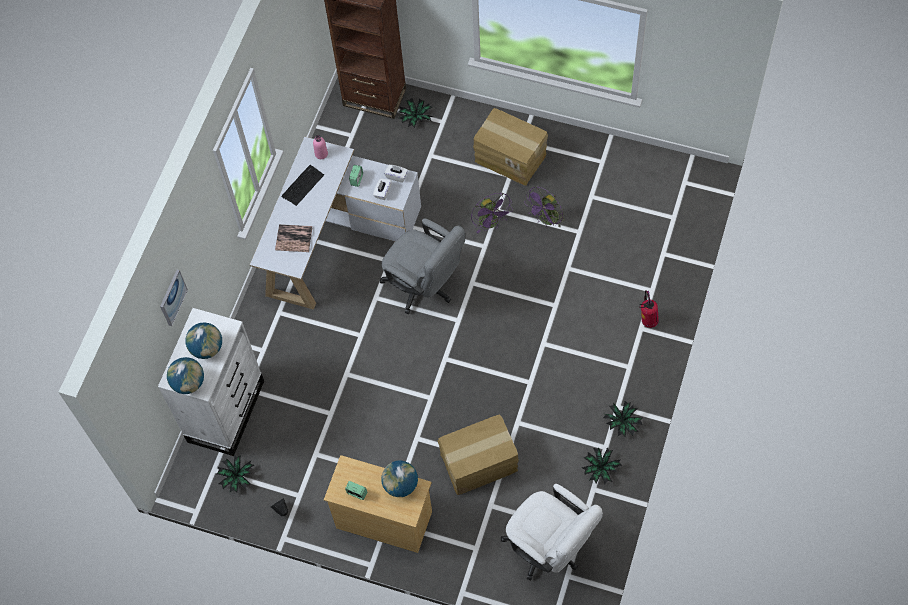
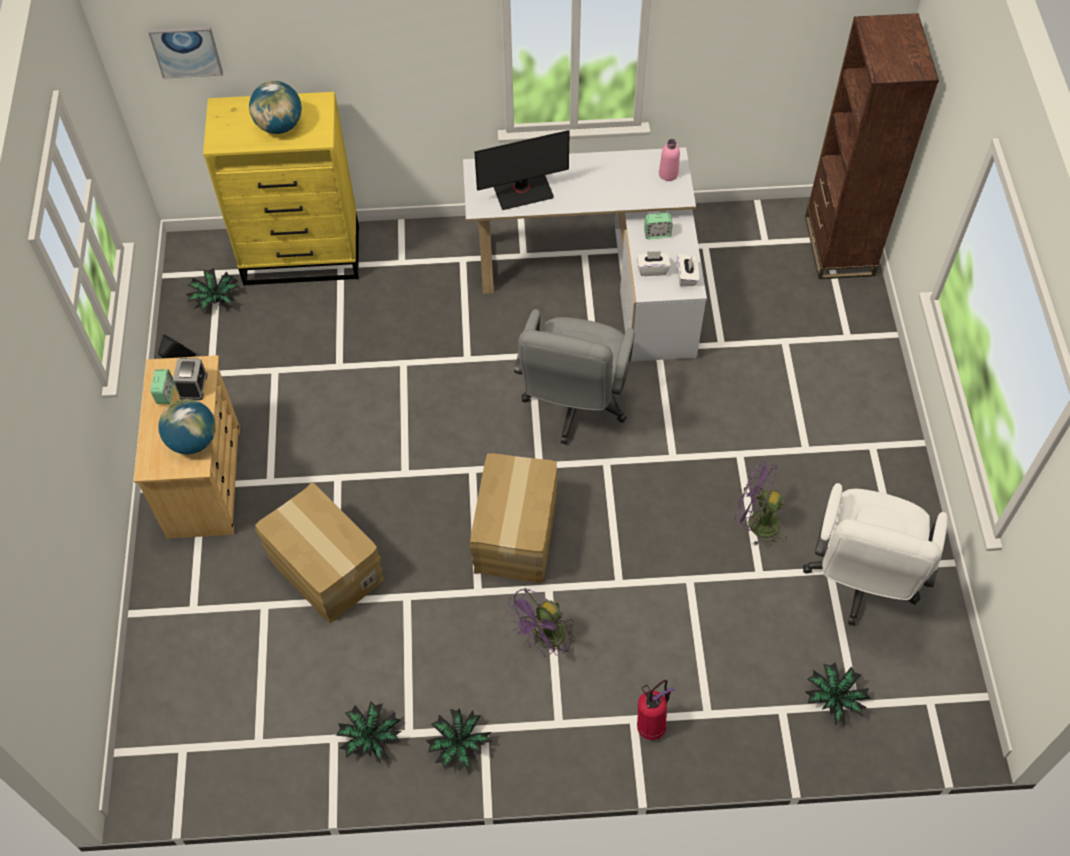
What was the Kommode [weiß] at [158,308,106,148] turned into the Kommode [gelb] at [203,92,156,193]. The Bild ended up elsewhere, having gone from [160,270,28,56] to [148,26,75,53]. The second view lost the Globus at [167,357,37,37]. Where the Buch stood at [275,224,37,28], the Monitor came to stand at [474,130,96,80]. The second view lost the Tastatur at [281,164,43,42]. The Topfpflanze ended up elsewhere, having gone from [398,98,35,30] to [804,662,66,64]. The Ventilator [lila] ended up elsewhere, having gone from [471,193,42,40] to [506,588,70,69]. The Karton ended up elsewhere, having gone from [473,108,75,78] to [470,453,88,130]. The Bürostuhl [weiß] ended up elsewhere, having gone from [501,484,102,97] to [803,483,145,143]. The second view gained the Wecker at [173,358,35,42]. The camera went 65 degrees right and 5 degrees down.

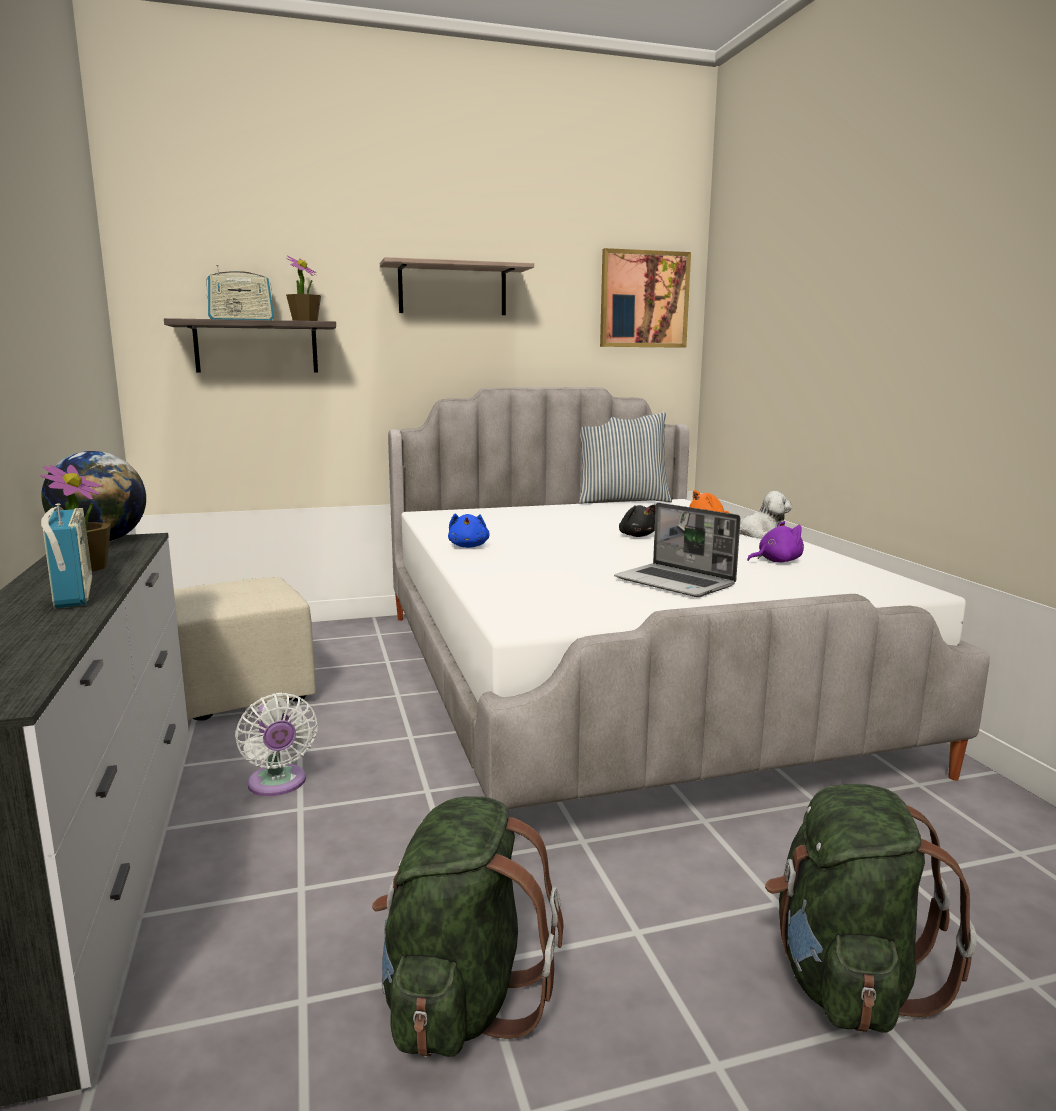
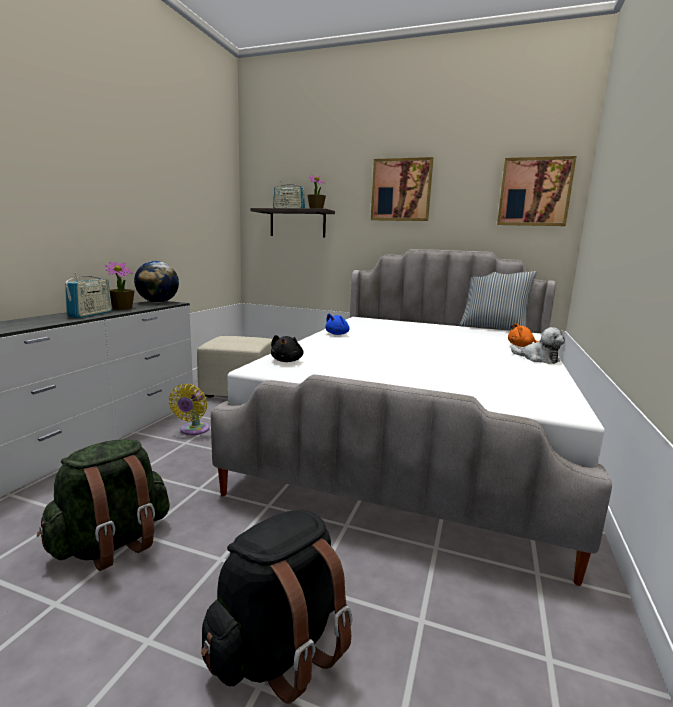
What was the Ventilator [weiß] at [235,693,83,103] turned into the Ventilator [gelb] at [169,384,41,51]. Where the Wandregal hung at [380,257,154,58], the Bild came to hang at [371,157,62,64]. The second view lost the Laptop at [614,503,127,94]. The Plüschtier [schwarz] ended up elsewhere, having gone from [619,504,37,33] to [271,335,33,27]. The second view lost the Plüschtier [lila] at [747,521,57,41]. What was the Rucksack [grün] at [765,784,212,248] turned into the Rucksack [schwarz] at [201,510,151,194]. The camera went 35 degrees right and 0 degrees up.

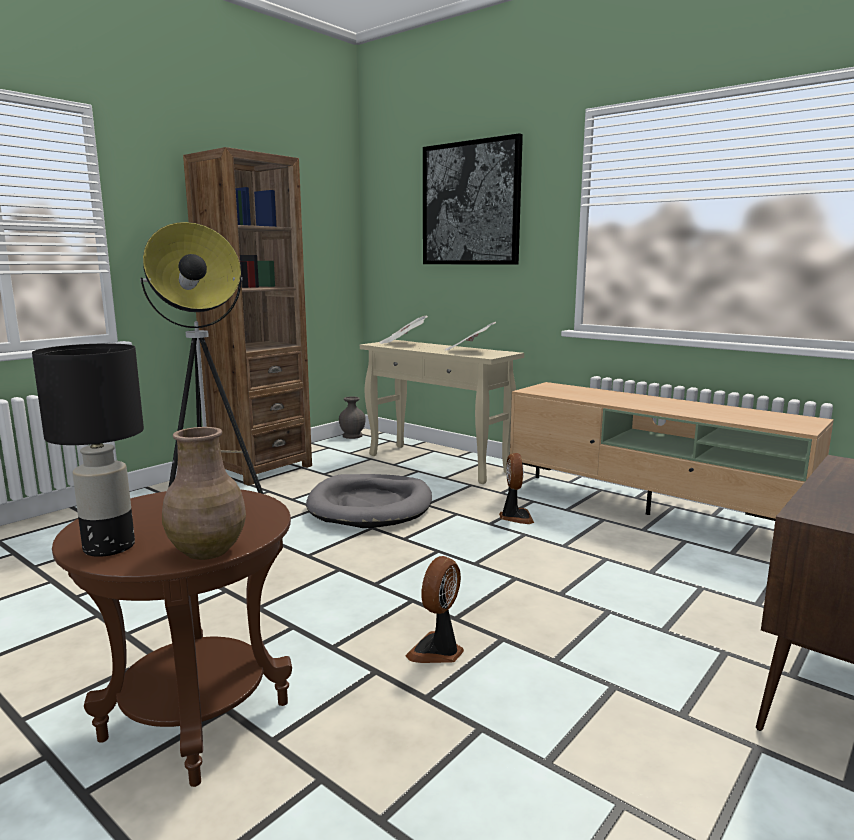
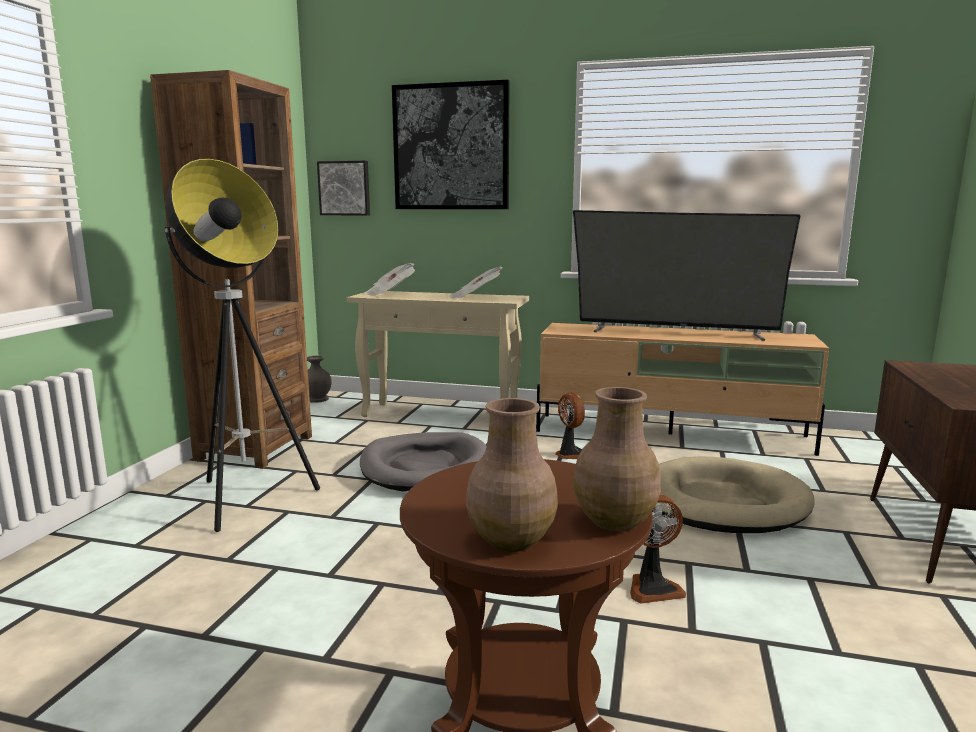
Where the Tischlampe [schwarz] stood at [32,344,112,213], the Vase [braun] came to stand at [466,398,92,154]. The Ventilator at [405,556,59,107] ended up facing another way, 105 degrees counterclockwise from before. The second view gained the Bild at [317,161,53,54]. The second view gained the Fernseher at [573,210,227,131]. The second view gained the Hundebett [beige] at [653,456,162,77]. The camera went 25 degrees left and 0 degrees up.

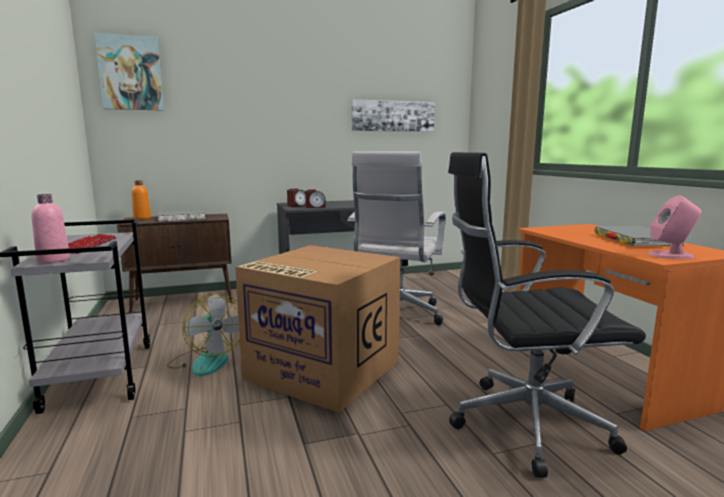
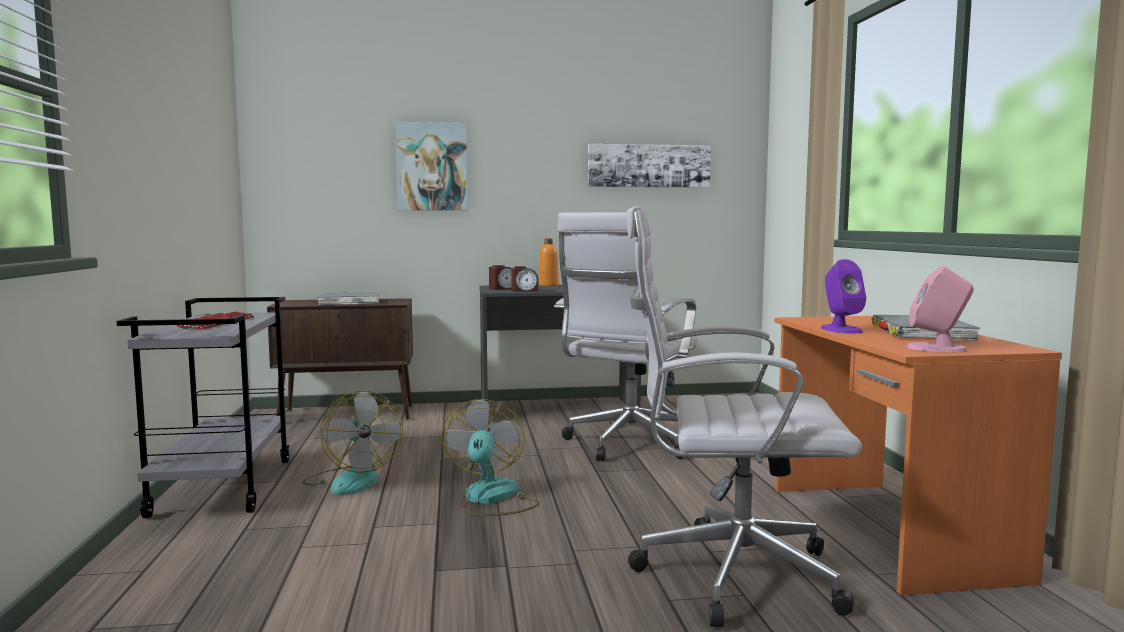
The second view lost the Flasche [rosa] at [32,194,38,69]. The Bild ended up elsewhere, having gone from [94,33,70,78] to [395,122,73,89]. The Flasche [orange] ended up elsewhere, having gone from [132,180,19,39] to [539,238,20,48]. Where the Karton stood at [235,245,165,168], the Ventilator came to stand at [442,399,98,117]. What was the Bürostuhl [schwarz] at [448,152,198,326] turned into the Bürostuhl [weiß] at [626,206,236,422]. The second view gained the Lautsprecher [lila] at [821,259,45,74]. The camera went 10 degrees right and 5 degrees down.

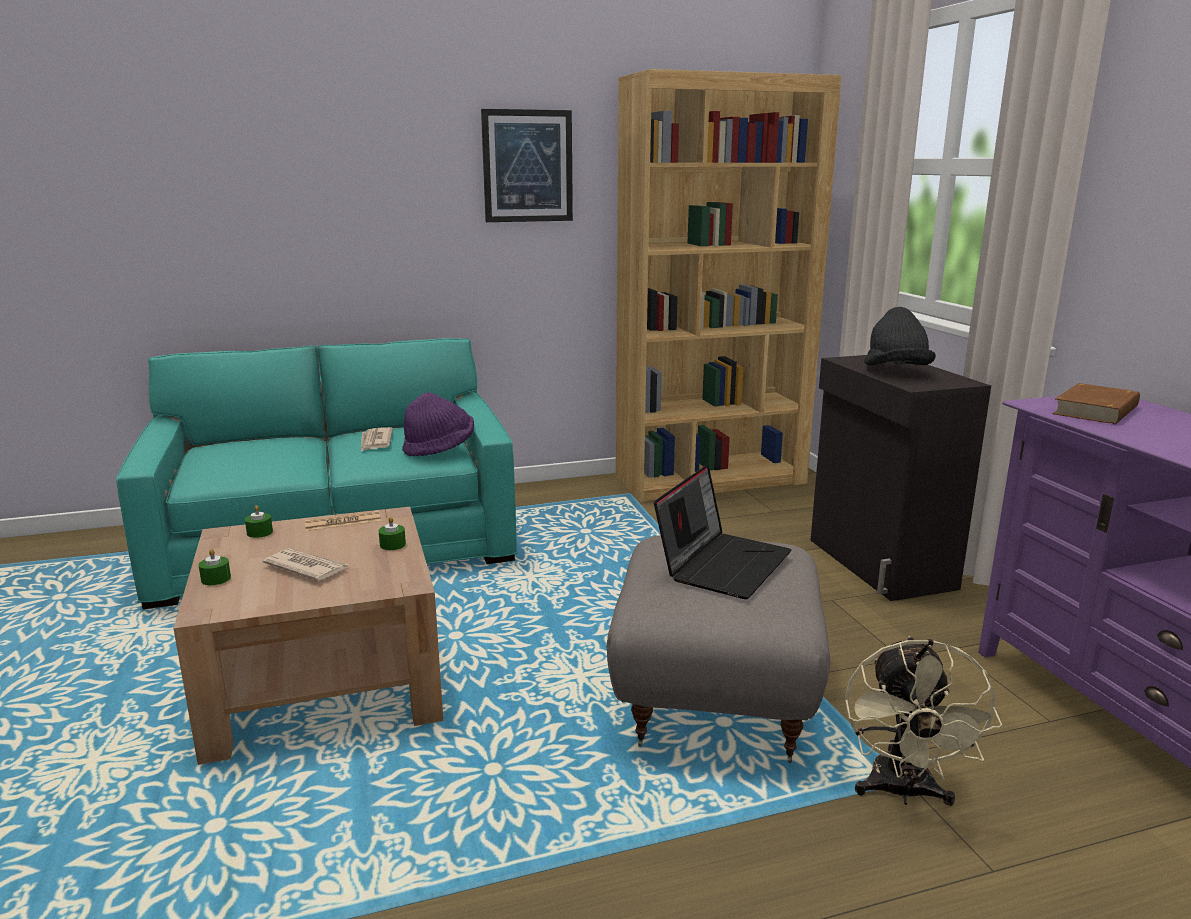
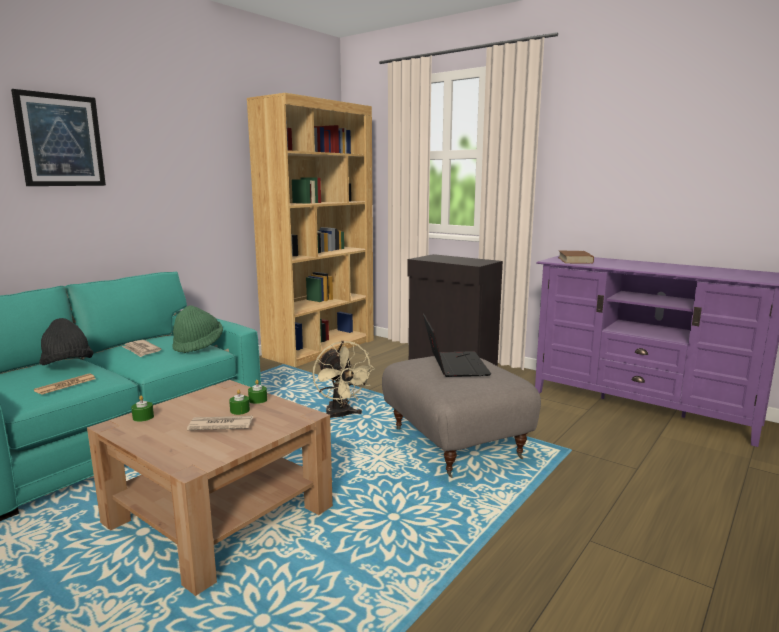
The Kerze [grün] ended up elsewhere, having gone from [199,549,32,36] to [229,389,21,26]. The Zeitung ended up elsewhere, having gone from [305,511,76,20] to [34,373,62,22]. What was the Hut [lila] at [402,392,72,64] turned into the Hut [grün] at [172,305,51,48]. The Bild ended up elsewhere, having gone from [481,109,92,113] to [11,89,95,97]. The Ventilator [beige] ended up elsewhere, having gone from [845,636,157,170] to [313,341,62,77]. The Hut [schwarz] ended up elsewhere, having gone from [864,307,72,58] to [39,318,55,47]. The camera went 35 degrees left and 5 degrees down.

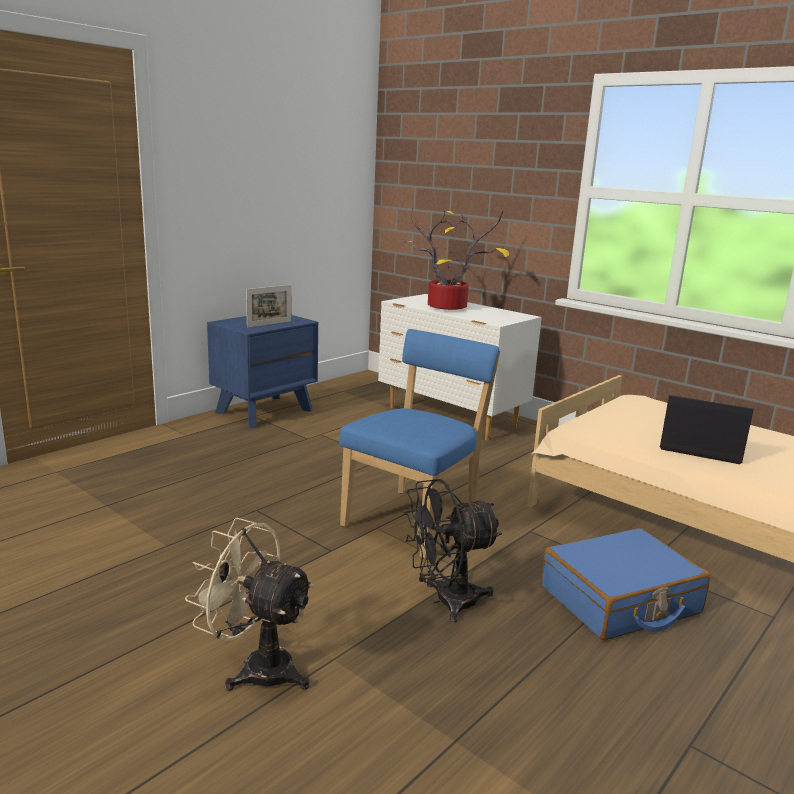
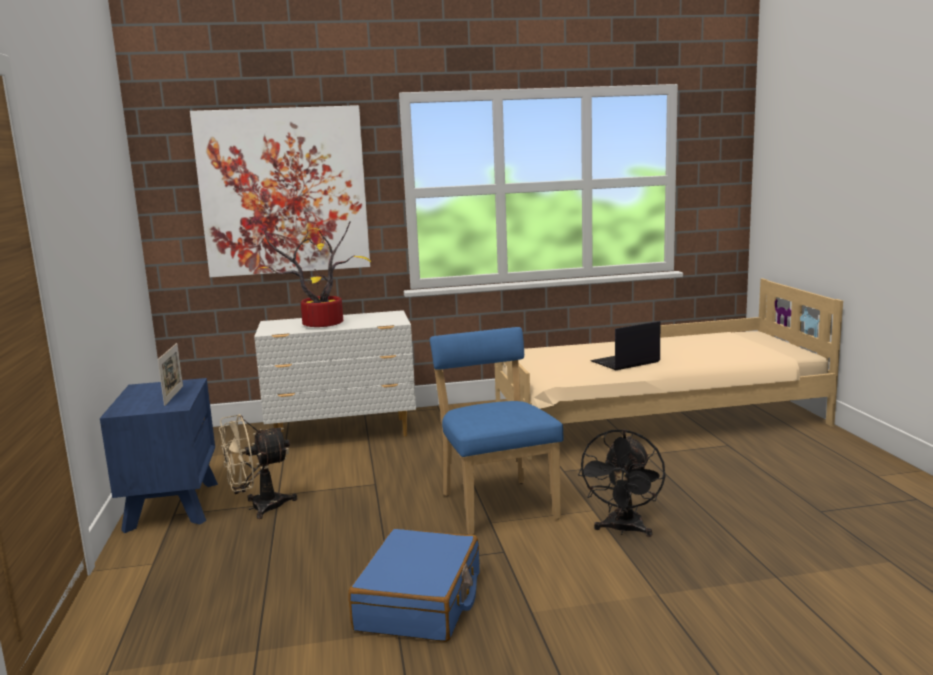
The Ventilator [beige] ended up elsewhere, having gone from [185,518,129,173] to [219,414,78,105]. The Koffer [blau] ended up elsewhere, having gone from [542,528,168,112] to [348,529,132,113]. The second view gained the Bild at [190,105,180,172]. The camera went 50 degrees left and 5 degrees down.

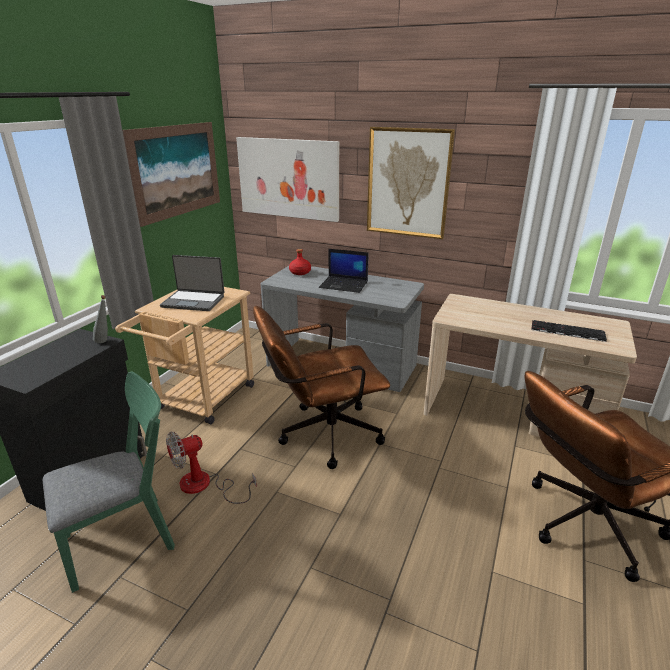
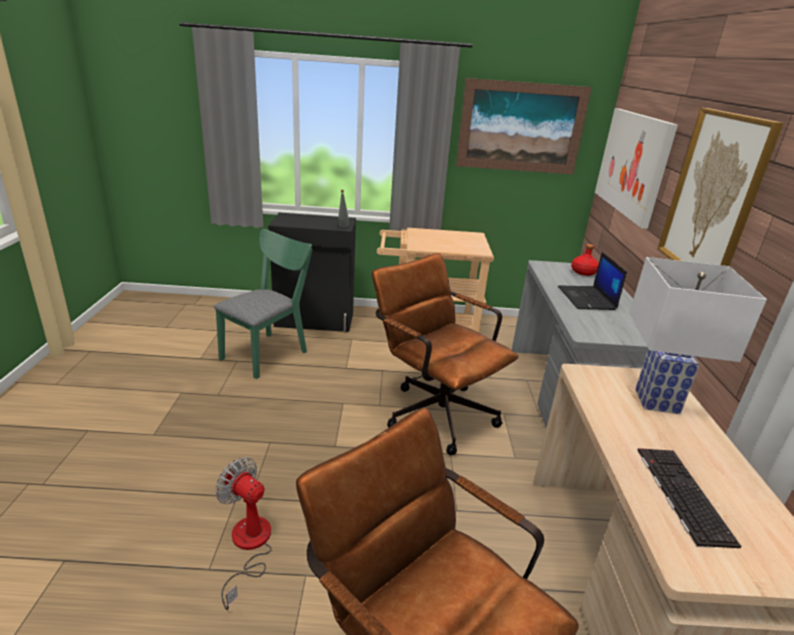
The Stuhl [grün] at [43,372,132,221] ended up facing another way, 90 degrees counterclockwise from before. The second view lost the Laptop at [160,255,64,56]. The Ventilator ended up elsewhere, having gone from [166,431,91,73] to [215,457,57,153]. The second view gained the Tischlampe [weiß] at [629,257,138,157]. The camera went 65 degrees right and 0 degrees up.

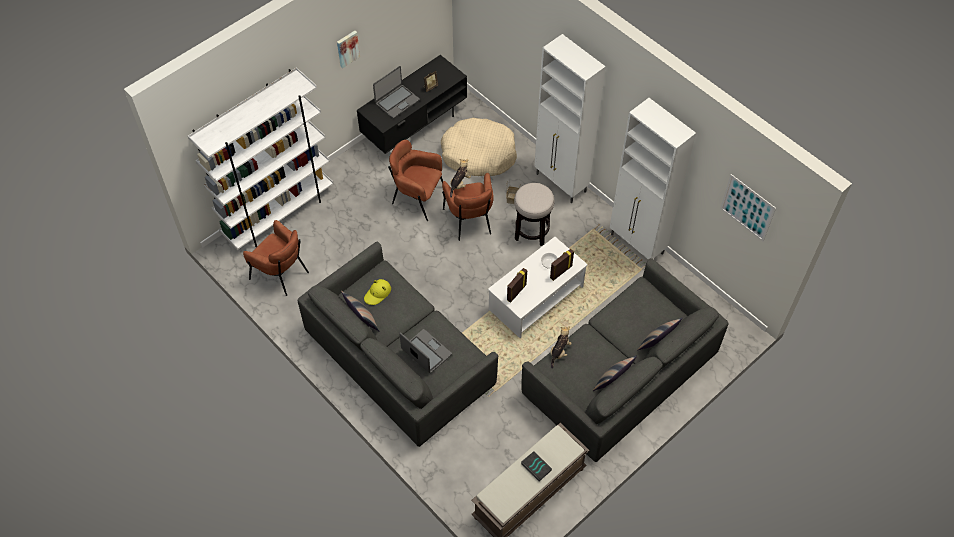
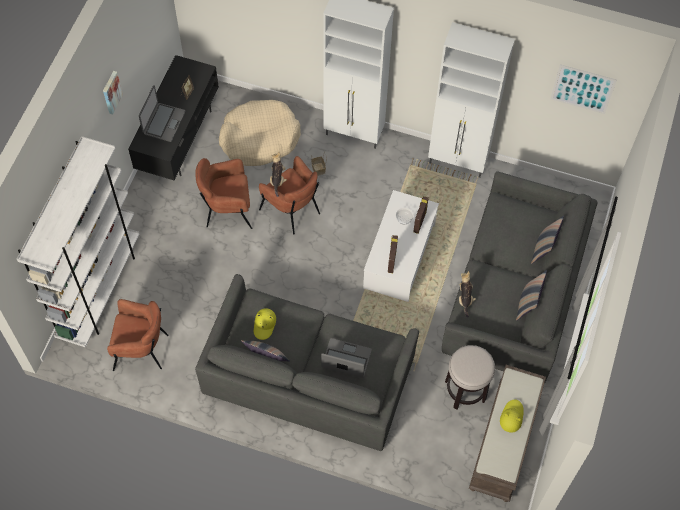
The Hocker ended up elsewhere, having gone from [514,183,41,63] to [445,345,50,64]. Where the Buch stood at [521,451,31,31], the Hut [gelb] came to stand at [500,399,24,34]. The camera went 30 degrees left and 5 degrees up.

